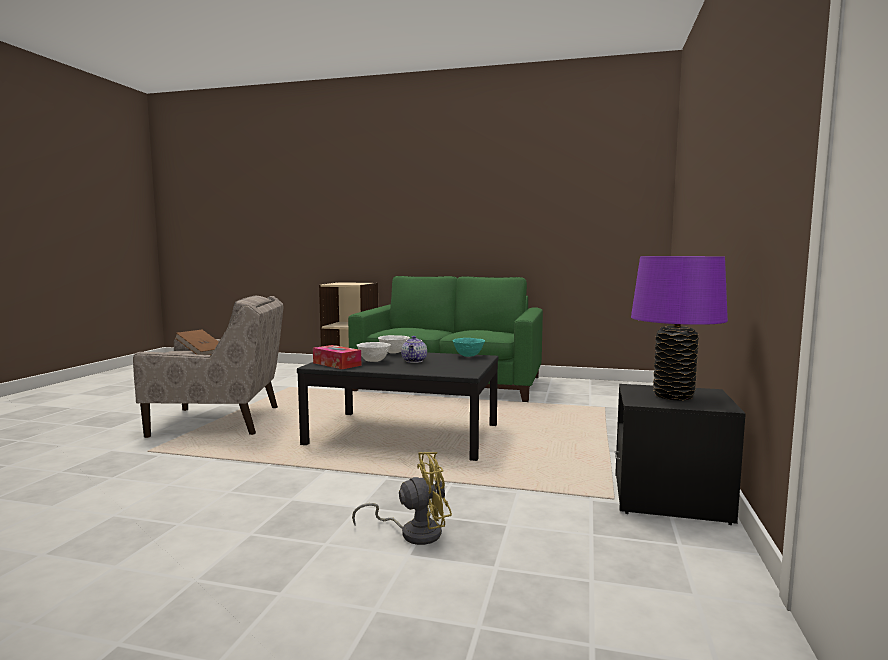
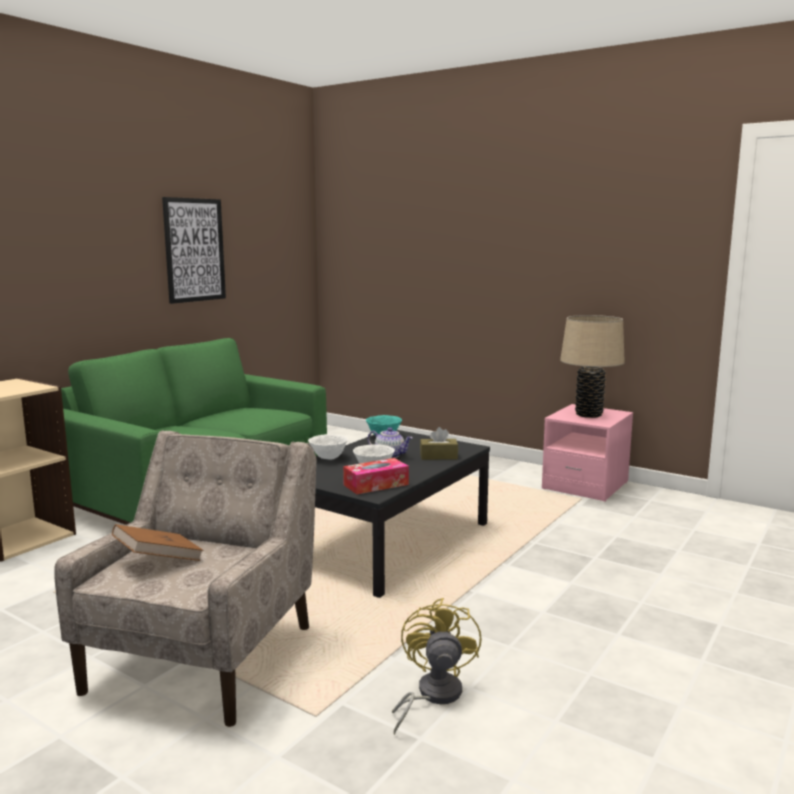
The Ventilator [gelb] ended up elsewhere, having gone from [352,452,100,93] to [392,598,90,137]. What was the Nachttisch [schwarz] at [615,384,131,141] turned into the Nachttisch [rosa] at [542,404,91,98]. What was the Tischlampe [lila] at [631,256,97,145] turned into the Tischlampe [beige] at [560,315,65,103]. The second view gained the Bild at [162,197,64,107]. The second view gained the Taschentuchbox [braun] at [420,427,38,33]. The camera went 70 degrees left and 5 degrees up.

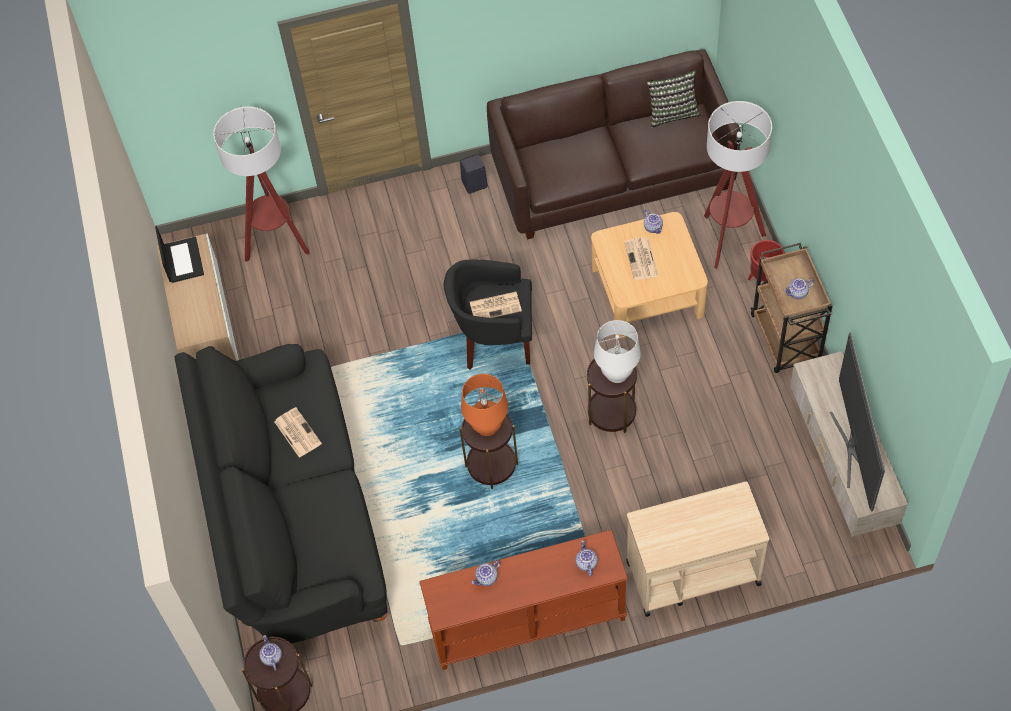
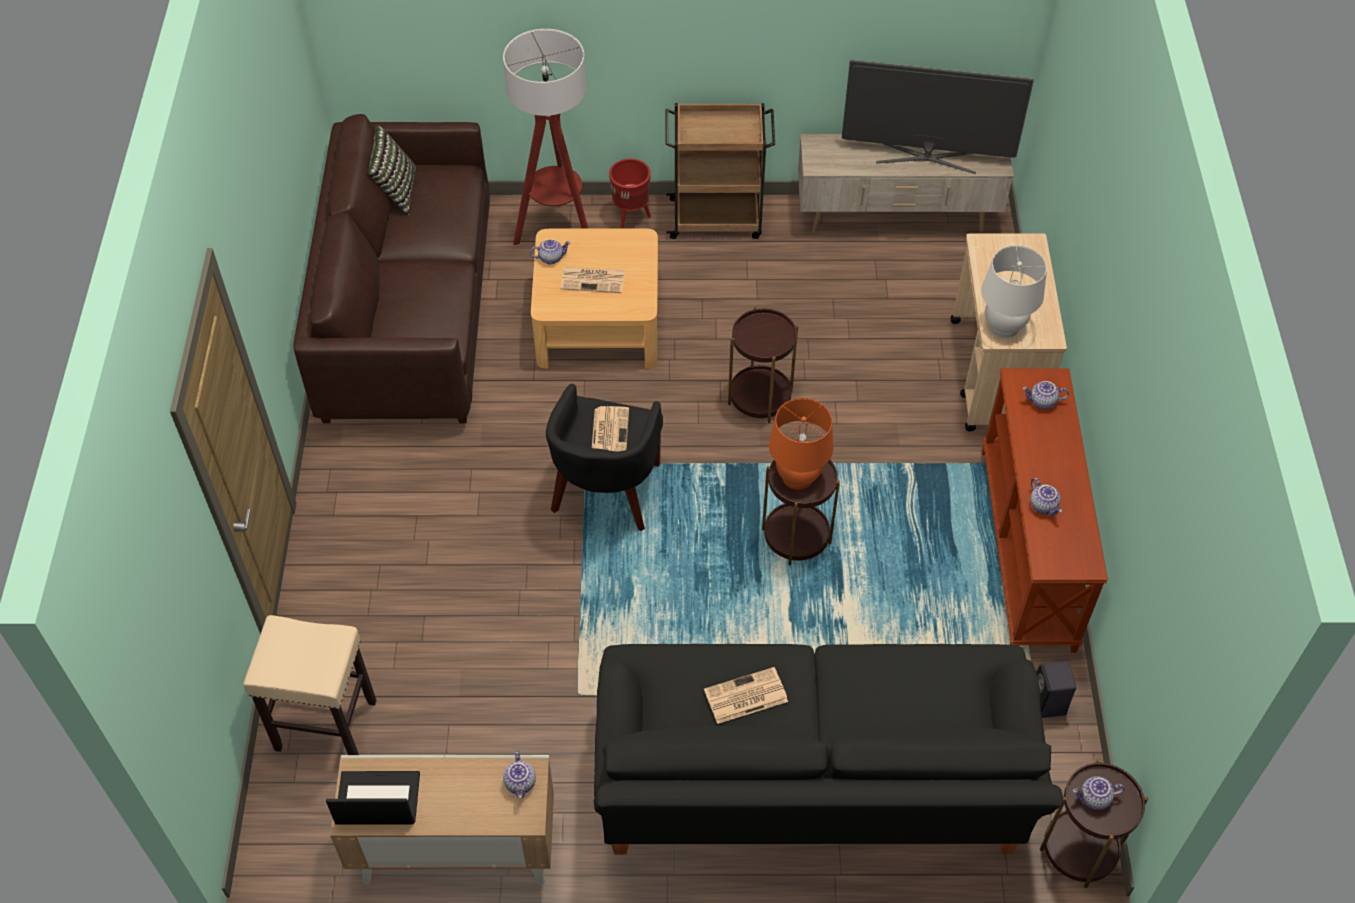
Where the Stehlampe stood at [213,106,97,156], the Hocker [beige] came to stand at [243,615,134,140]. The Lautsprecher [schwarz] ended up elsewhere, having gone from [460,154,28,40] to [1036,661,40,57]. The Tischlampe [weiß] ended up elsewhere, having gone from [594,320,47,63] to [981,245,66,93]. The Teekanne ended up elsewhere, having gone from [783,278,31,21] to [503,751,33,47]. The camera went 80 degrees left and 5 degrees down.

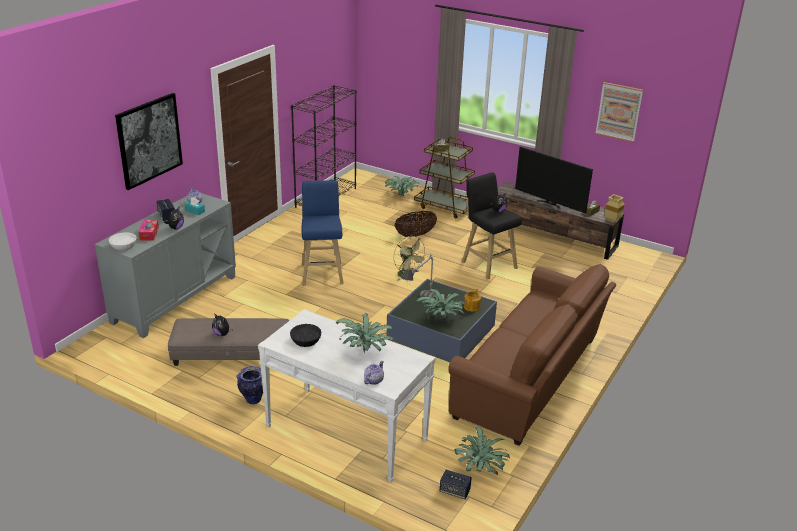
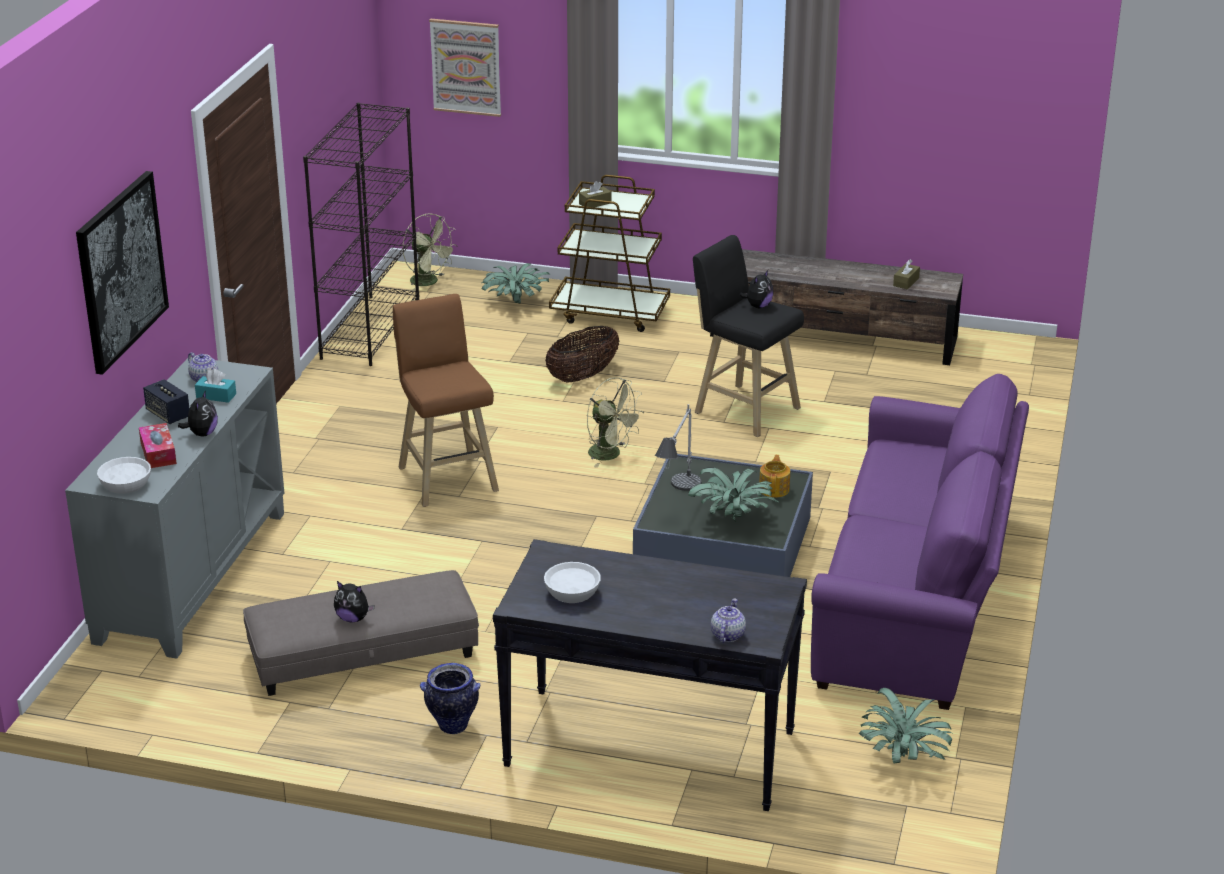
What was the Konsolentisch [weiß] at [258,309,178,174] turned into the Konsolentisch [schwarz] at [493,539,314,272]. What was the Schüssel [schwarz] at [290,324,31,23] turned into the Schüssel [weiß] at [544,562,57,41]. What was the Hocker [blau] at [301,180,43,105] turned into the Hocker [braun] at [393,294,106,213]. The second view lost the Topfpflanze at [336,313,59,40]. The second view lost the Lautsprecher at [440,469,32,30]. What was the Sofa [braun] at [448,264,168,182] turned into the Sofa [lila] at [811,374,218,336]. The second view lost the Fernseher at [515,146,78,67]. The Bild ended up elsewhere, having gone from [595,82,48,60] to [429,19,72,98]. The second view lost the Vase [beige] at [605,194,20,29]. The second view gained the Ventilator [grün] at [402,213,56,78]. The camera went 15 degrees left and 0 degrees up.

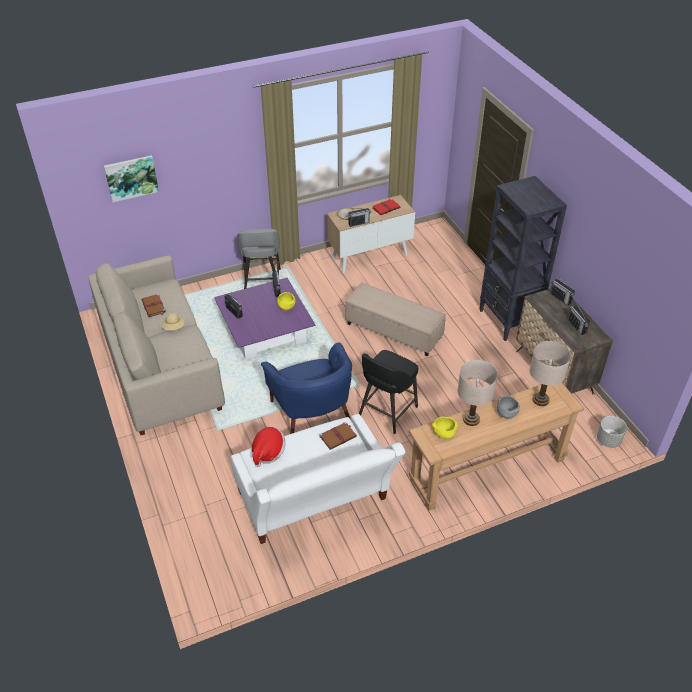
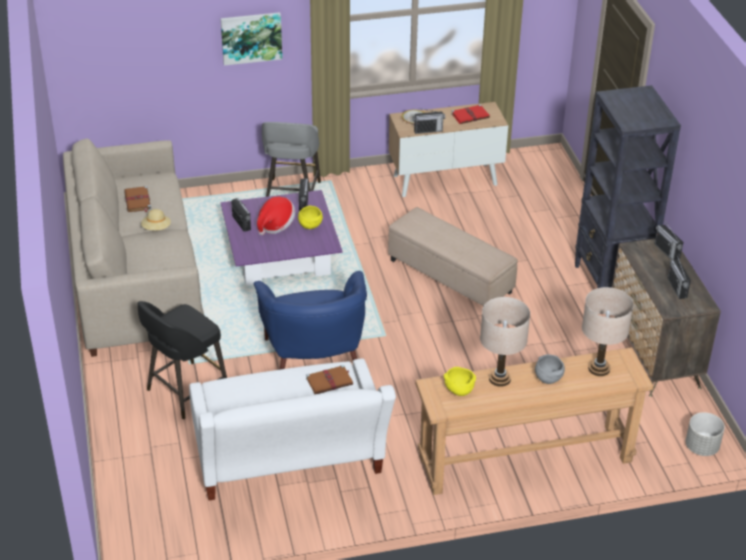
The Bild ended up elsewhere, having gone from [104,155,55,47] to [221,12,61,53]. The Hut ended up elsewhere, having gone from [252,427,34,40] to [257,197,38,38]. The Hocker [schwarz] ended up elsewhere, having gone from [359,350,59,84] to [138,301,89,118]. The camera went 10 degrees right and 5 degrees down.

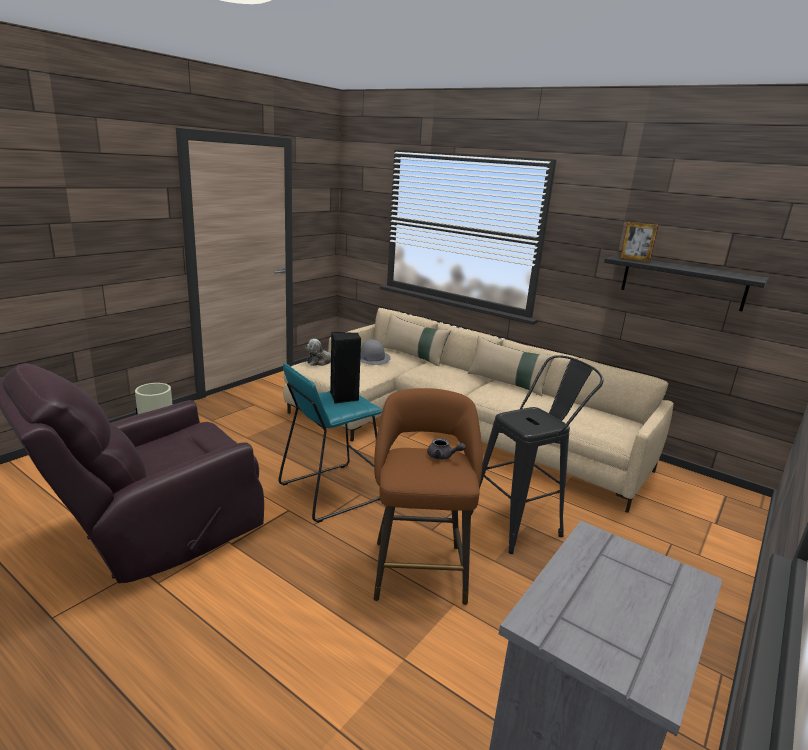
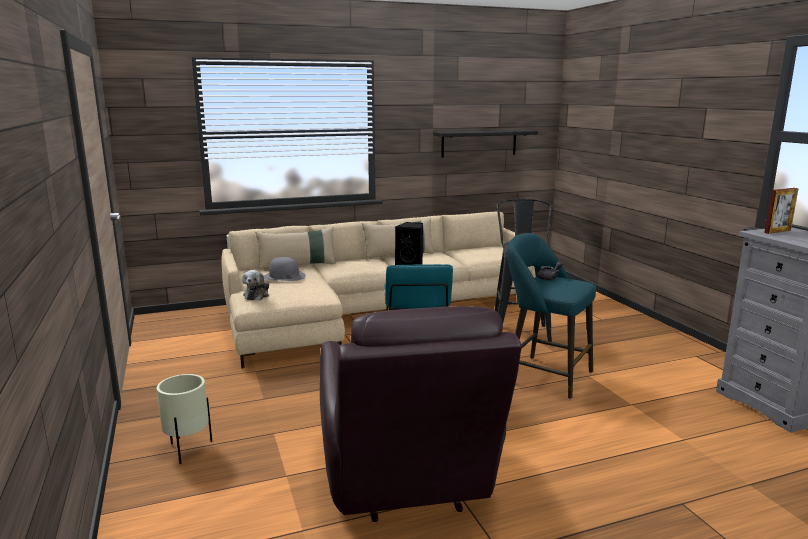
What was the Hocker [braun] at [374,388,109,217] turned into the Hocker [türkis] at [507,233,89,166]. The Bilderrahmen ended up elsewhere, having gone from [620,221,39,41] to [764,188,35,46]. The camera went 55 degrees left and 5 degrees down.

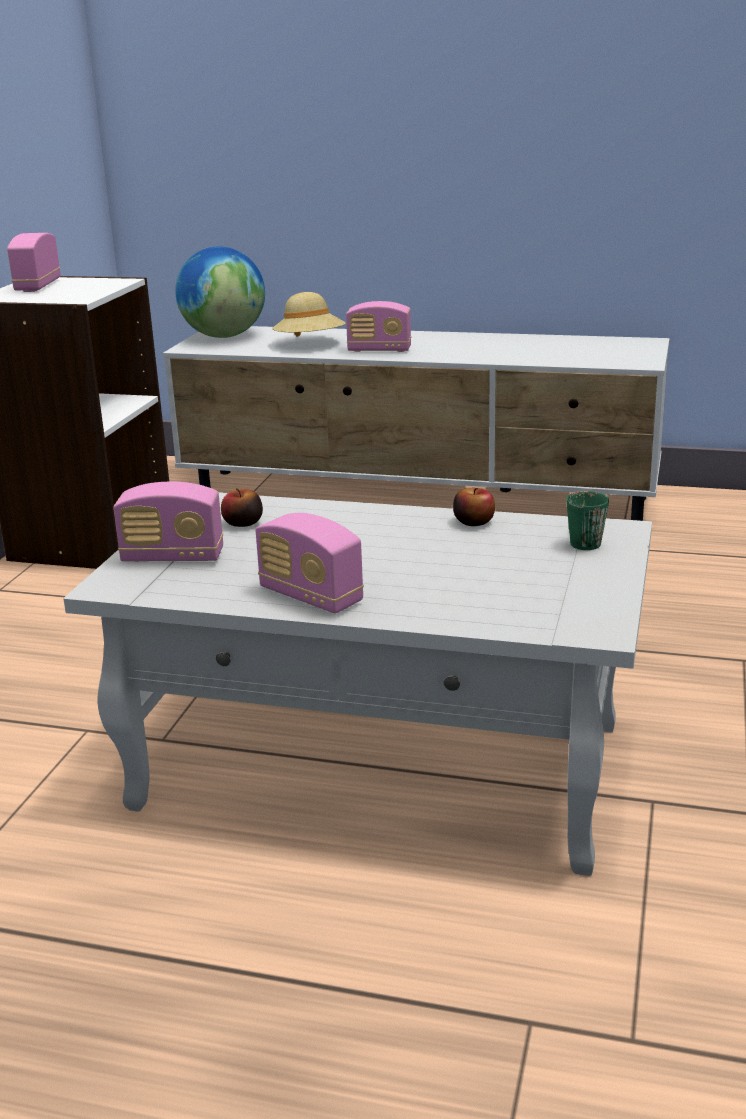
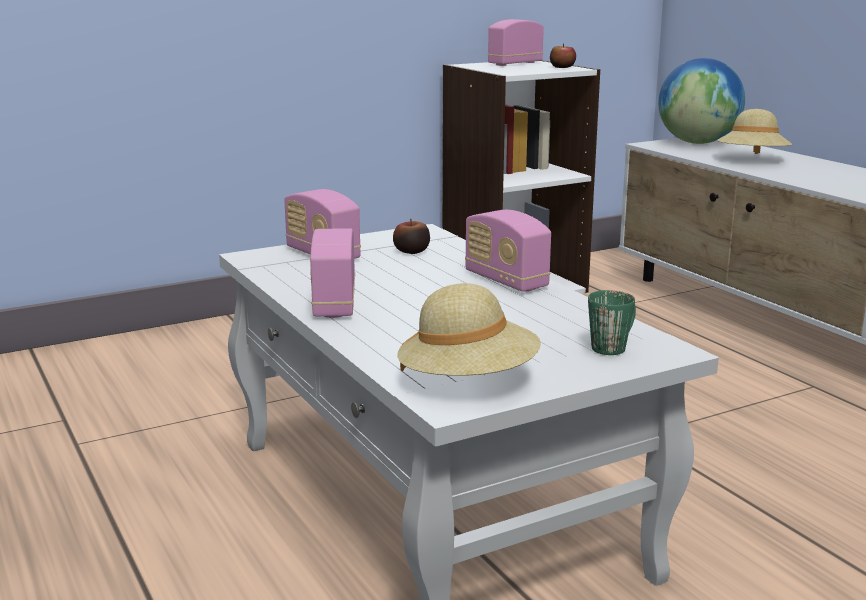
The Radio ended up elsewhere, having gone from [346,301,65,51] to [465,210,86,82]. The Apfel ended up elsewhere, having gone from [453,488,42,38] to [550,44,26,24]. The second view gained the Hut [beige] at [397,283,144,93]. The camera went 45 degrees right and 5 degrees down.

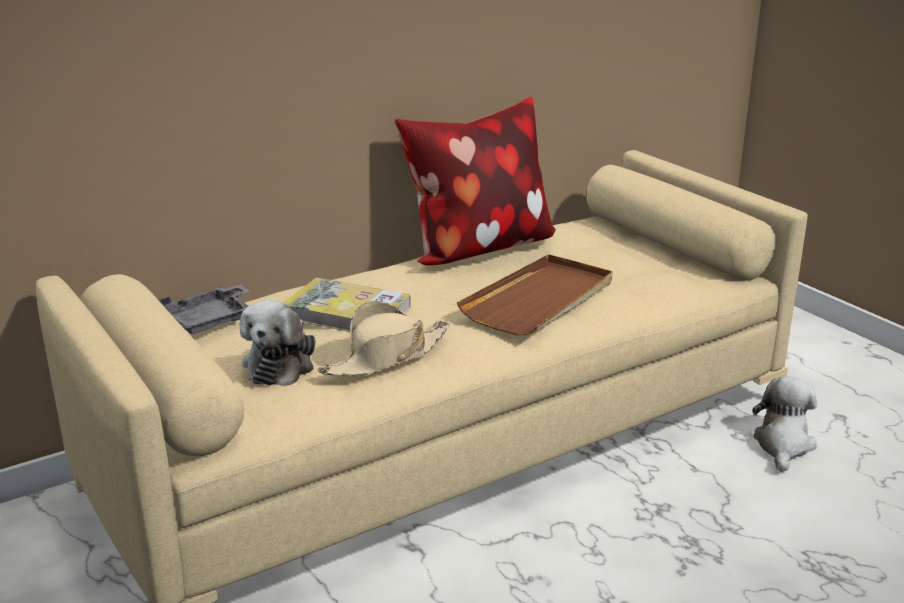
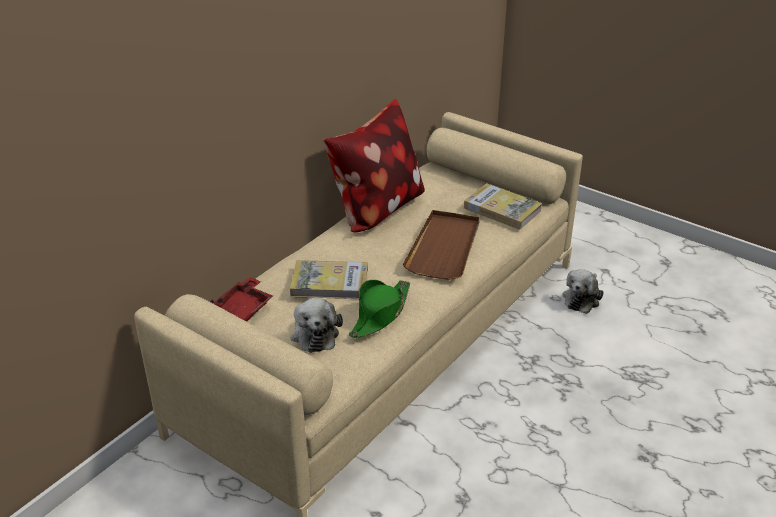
What was the Tablett [grau] at [159,284,91,50] turned into the Tablett [rot] at [209,277,64,45]. What was the Hut [beige] at [318,301,132,75] turned into the Hut [grün] at [349,280,61,58]. The Plüschtier at [752,377,65,95] ended up facing another way, 150 degrees counterclockwise from before. The second view gained the Buch at [464,183,78,47]. The camera went 20 degrees left and 10 degrees up.

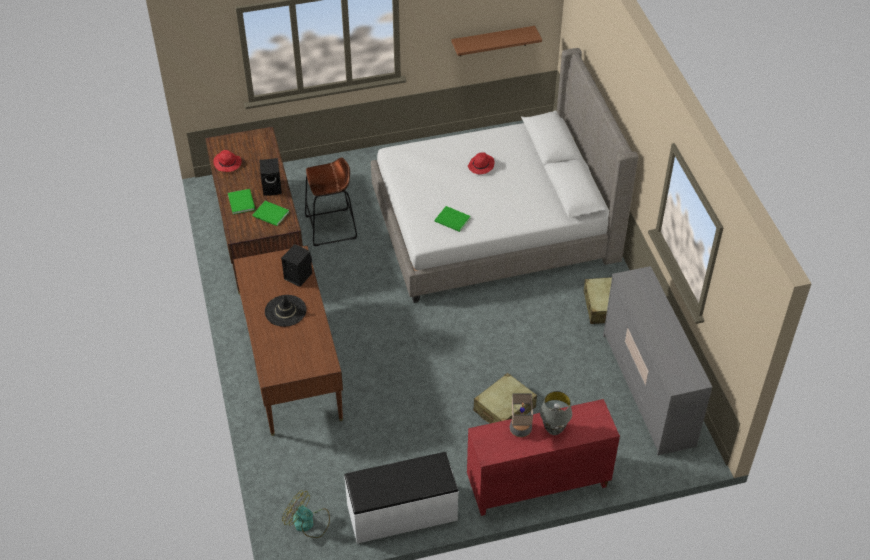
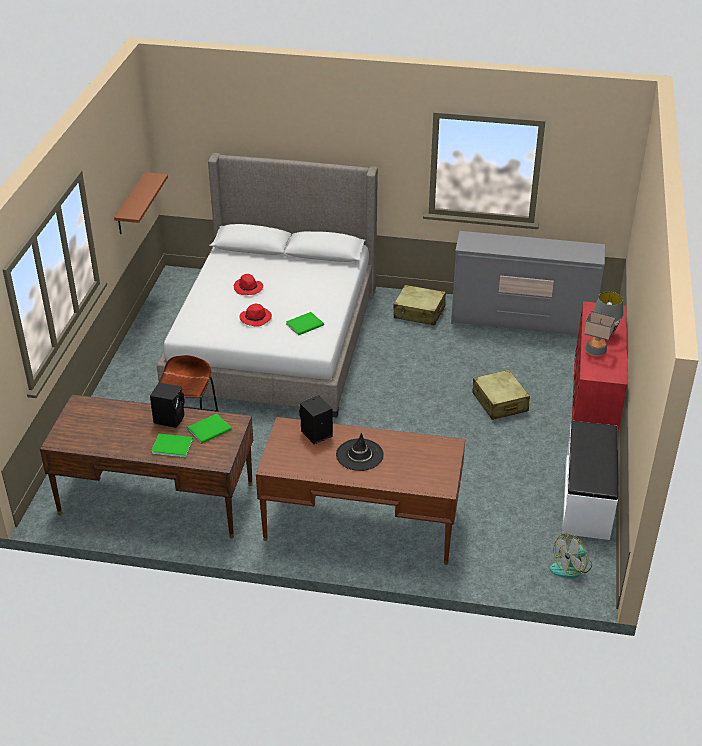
The Hut [rot] ended up elsewhere, having gone from [213,150,28,22] to [239,304,33,23]. The camera went 65 degrees left and 10 degrees down.

